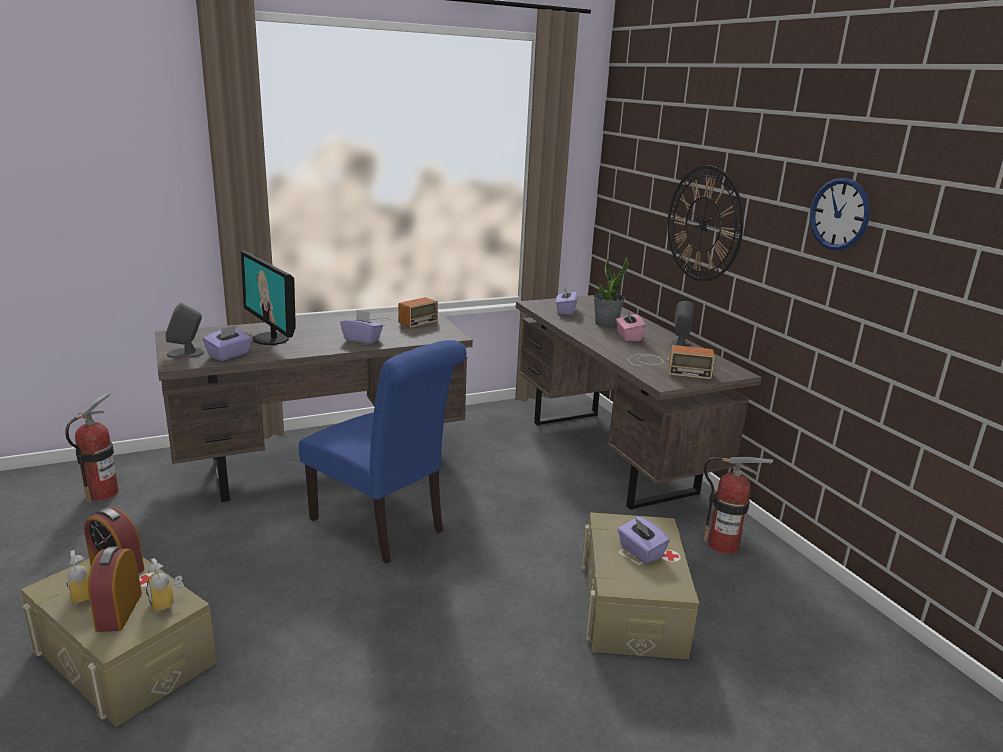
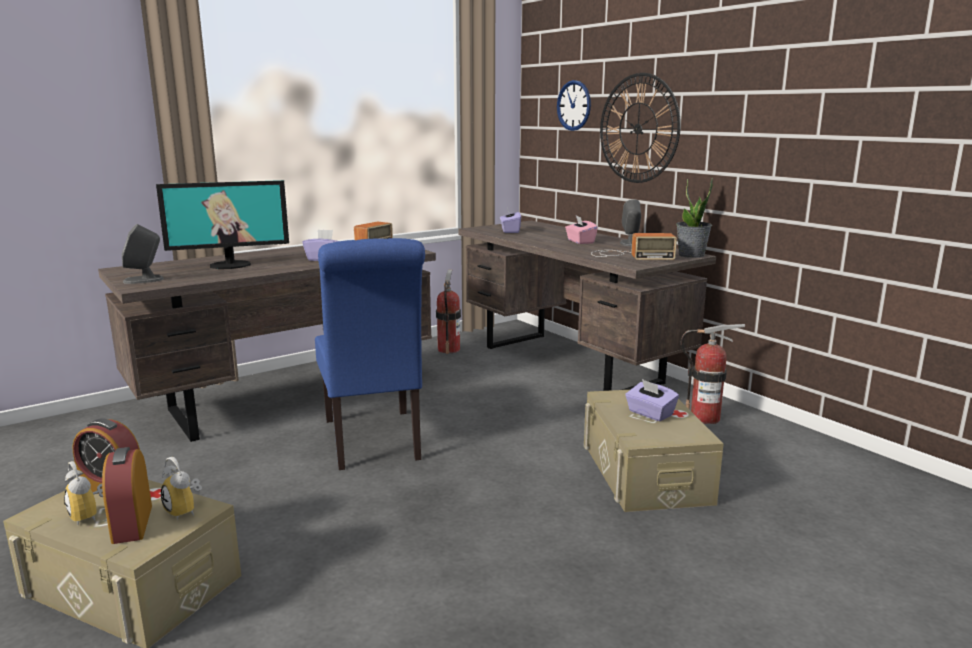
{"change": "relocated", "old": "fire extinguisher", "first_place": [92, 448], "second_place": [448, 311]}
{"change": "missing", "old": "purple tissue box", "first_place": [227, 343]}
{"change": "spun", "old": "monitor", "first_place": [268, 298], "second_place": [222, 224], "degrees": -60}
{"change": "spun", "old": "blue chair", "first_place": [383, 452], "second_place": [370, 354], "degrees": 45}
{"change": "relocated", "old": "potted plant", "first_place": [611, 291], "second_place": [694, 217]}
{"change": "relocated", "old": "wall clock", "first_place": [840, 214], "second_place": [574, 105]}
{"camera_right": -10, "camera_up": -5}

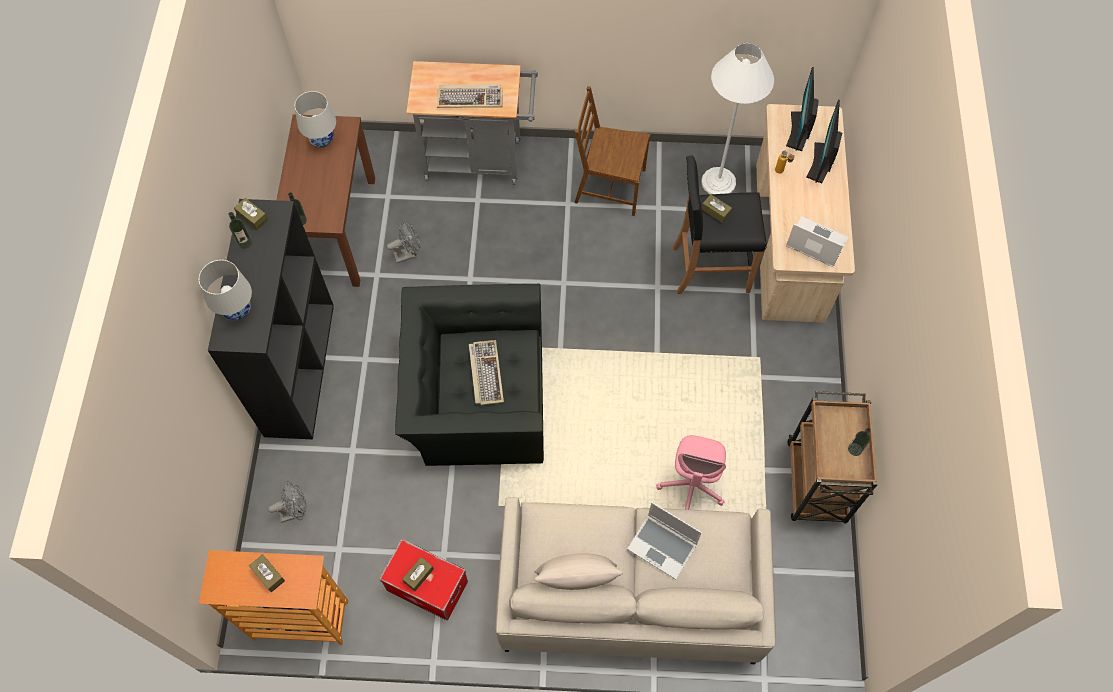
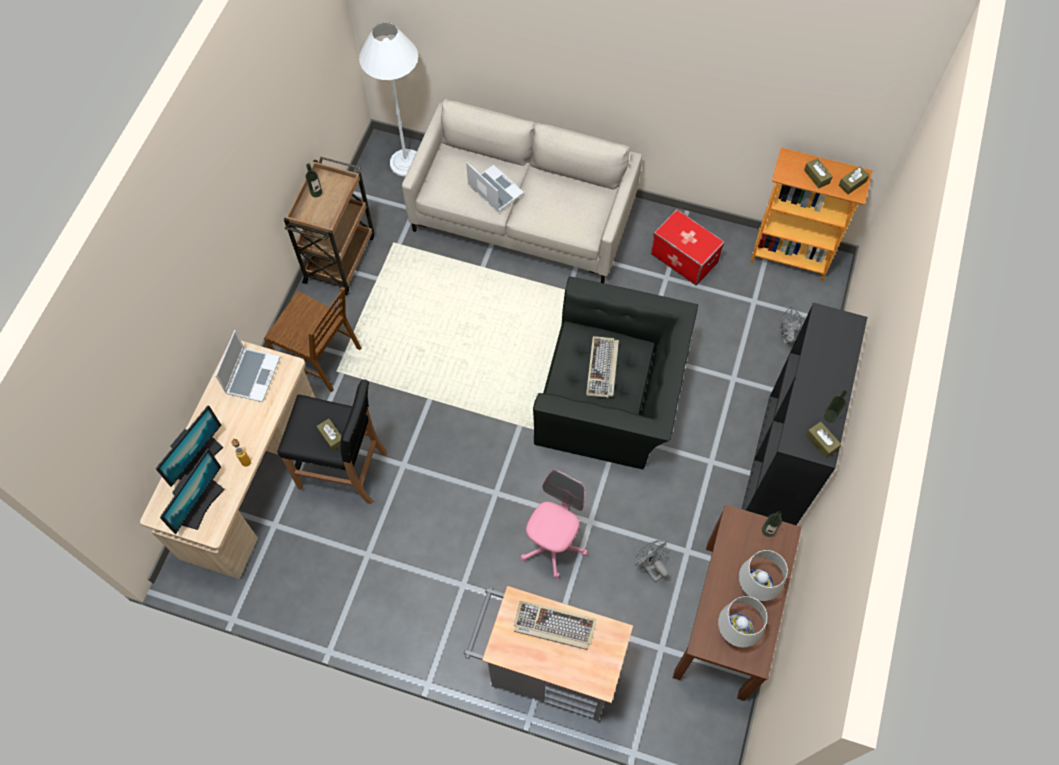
{"change": "relocated", "old": "white table lamp", "first_place": [225, 290], "second_place": [763, 575]}
{"change": "spun", "old": "grey fan", "first_place": [403, 242], "second_place": [651, 561], "degrees": 60}
{"change": "relocated", "old": "brown tissue box", "first_place": [418, 574], "second_place": [854, 180]}
{"change": "missing", "old": "beige pillow", "first_place": [578, 571]}
{"change": "relocated", "old": "brown chair", "first_place": [612, 151], "second_place": [312, 339]}
{"change": "relocated", "old": "pink office chair", "first_place": [691, 472], "second_place": [554, 524]}
{"change": "relocated", "old": "white floor lamp", "first_place": [737, 118], "second_place": [388, 99]}
{"change": "spun", "old": "laptop", "first_place": [817, 241], "second_place": [247, 366], "degrees": -120}
{"camera_right": -165, "camera_up": 0}

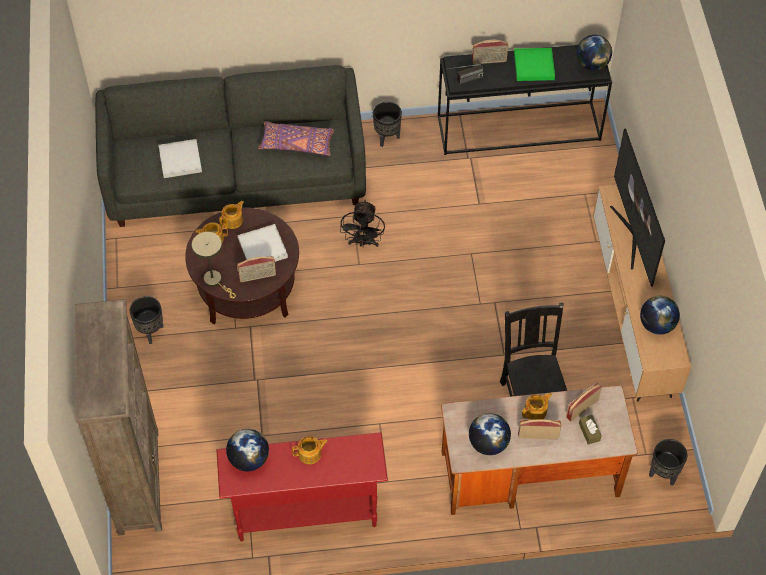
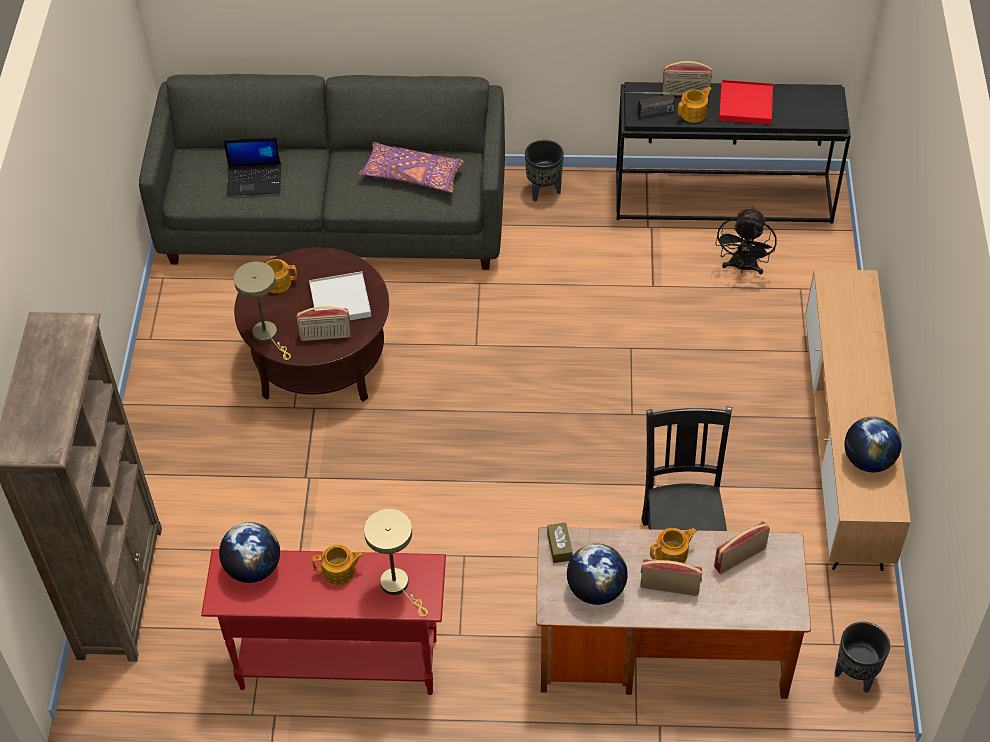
{"change": "missing", "old": "black planter", "first_place": [146, 320]}
{"change": "exchanged", "old": "white tray", "new": "laptop", "first_place": [180, 158], "second_place": [252, 167]}
{"change": "relocated", "old": "teapot", "first_place": [231, 215], "second_place": [695, 105]}
{"change": "relocated", "old": "black fan", "first_place": [362, 223], "second_place": [746, 240]}
{"change": "colour", "old": "green tray", "new": "red tray", "first_place": [534, 64], "second_place": [746, 102]}
{"change": "missing", "old": "globe", "first_place": [594, 53]}
{"change": "relocated", "old": "brown tissue box", "first_place": [590, 429], "second_place": [560, 542]}
{"change": "missing", "old": "television", "first_place": [637, 207]}
{"change": "appeared", "new": "beige table lamp", "second_place": [396, 563]}
{"camera_right": 10, "camera_up": -5}

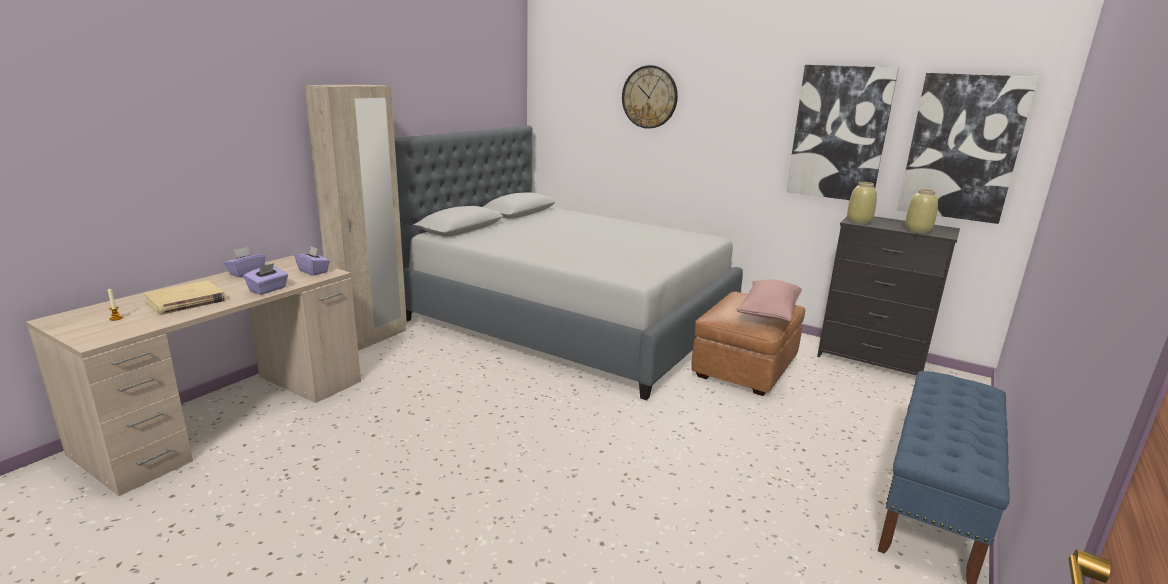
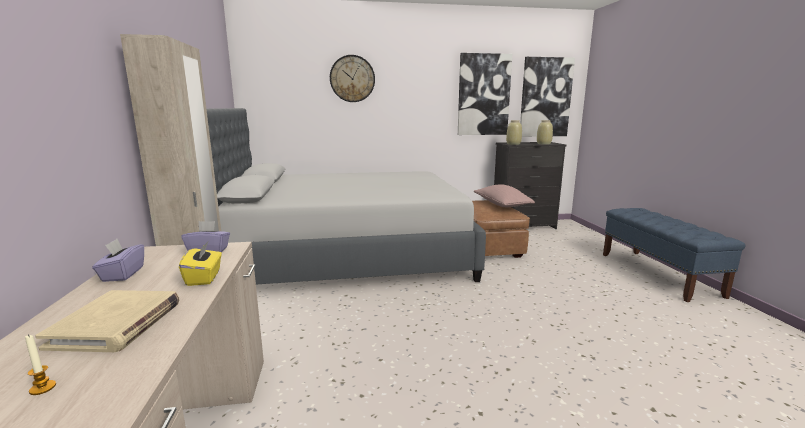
{"change": "colour", "old": "purple tissue box", "new": "yellow tissue box", "first_place": [266, 279], "second_place": [200, 264]}
{"camera_right": -40, "camera_up": -5}

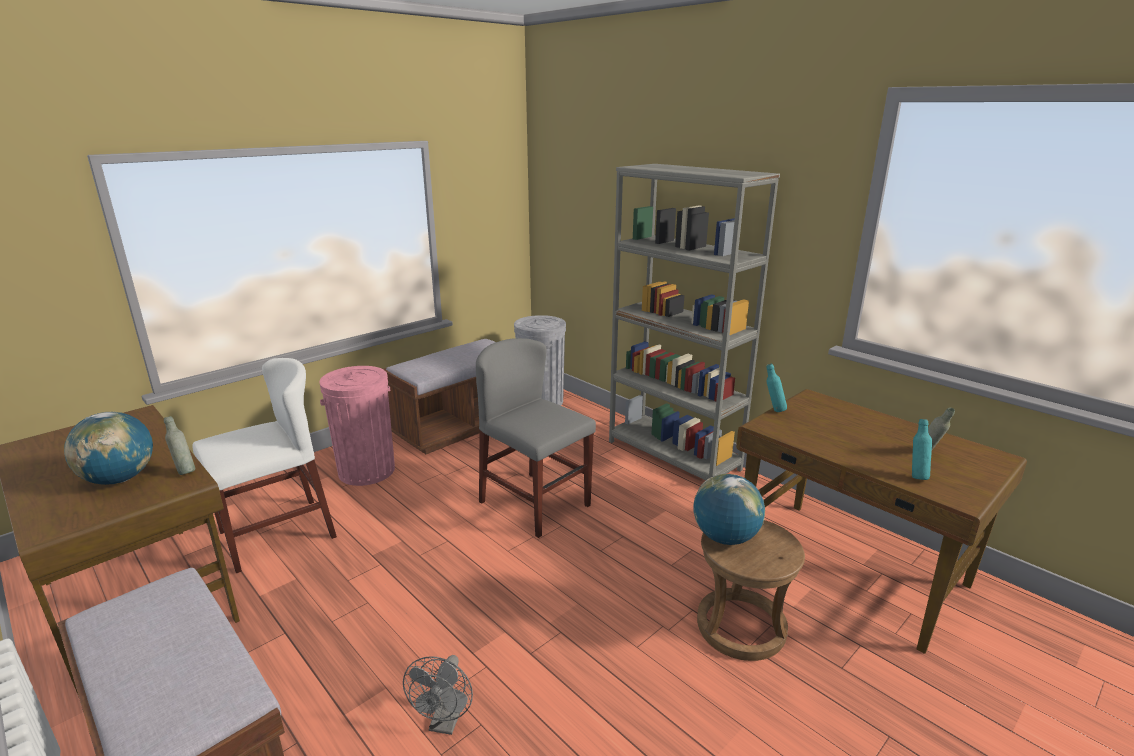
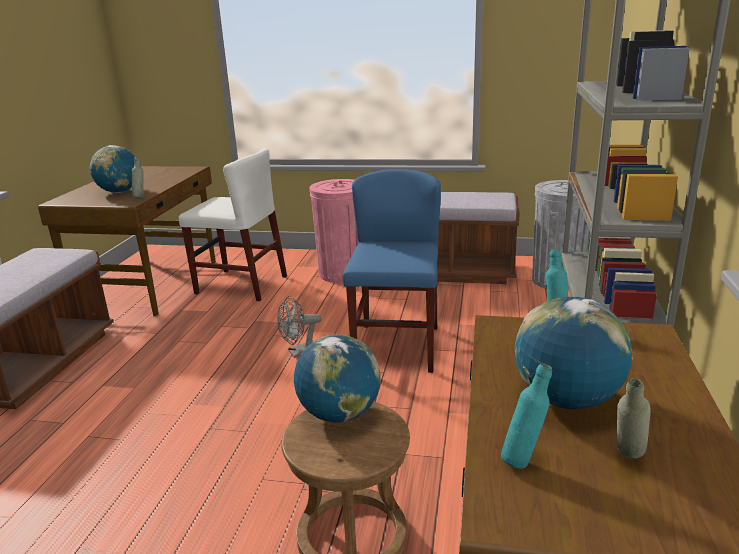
{"change": "relocated", "old": "grey fan", "first_place": [438, 695], "second_place": [299, 327]}
{"change": "colour", "old": "grey chair", "new": "blue chair", "first_place": [536, 438], "second_place": [392, 271]}
{"change": "appeared", "new": "globe", "second_place": [574, 352]}
{"camera_right": 55, "camera_up": 0}

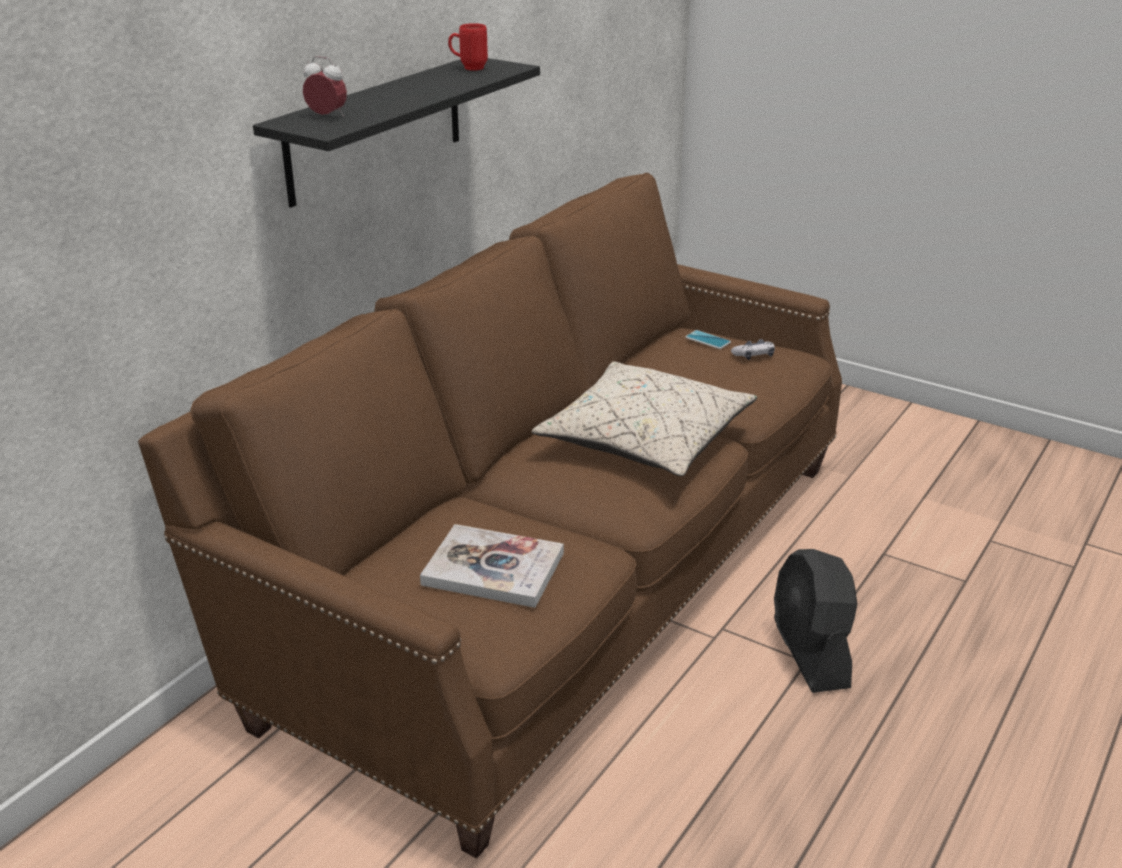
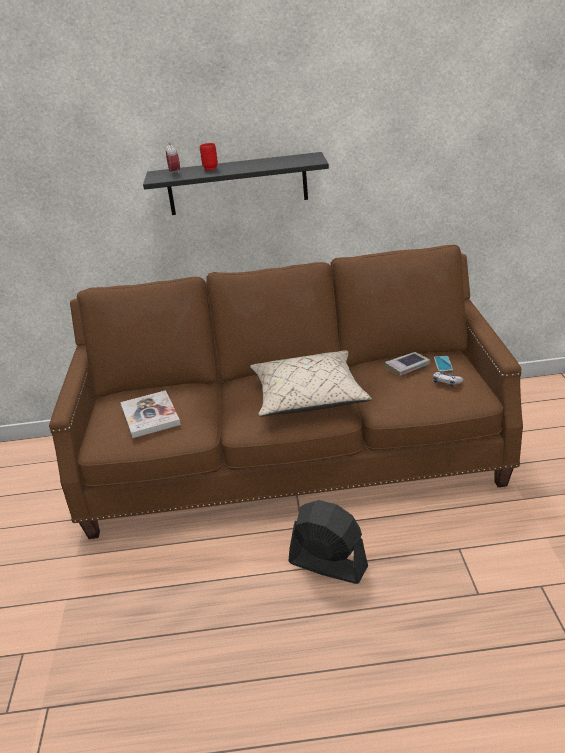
{"change": "relocated", "old": "red mug", "first_place": [468, 46], "second_place": [209, 156]}
{"change": "spun", "old": "black fan", "first_place": [815, 621], "second_place": [328, 542], "degrees": 75}
{"change": "appeared", "new": "book", "second_place": [407, 364]}
{"camera_right": 55, "camera_up": 0}

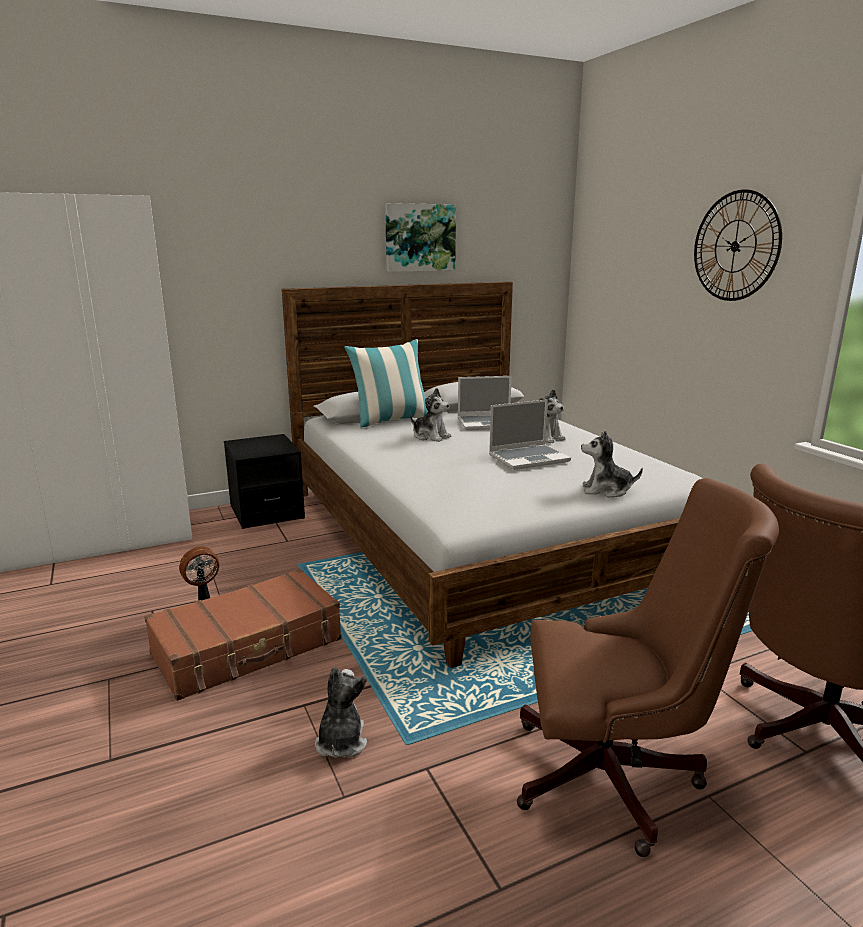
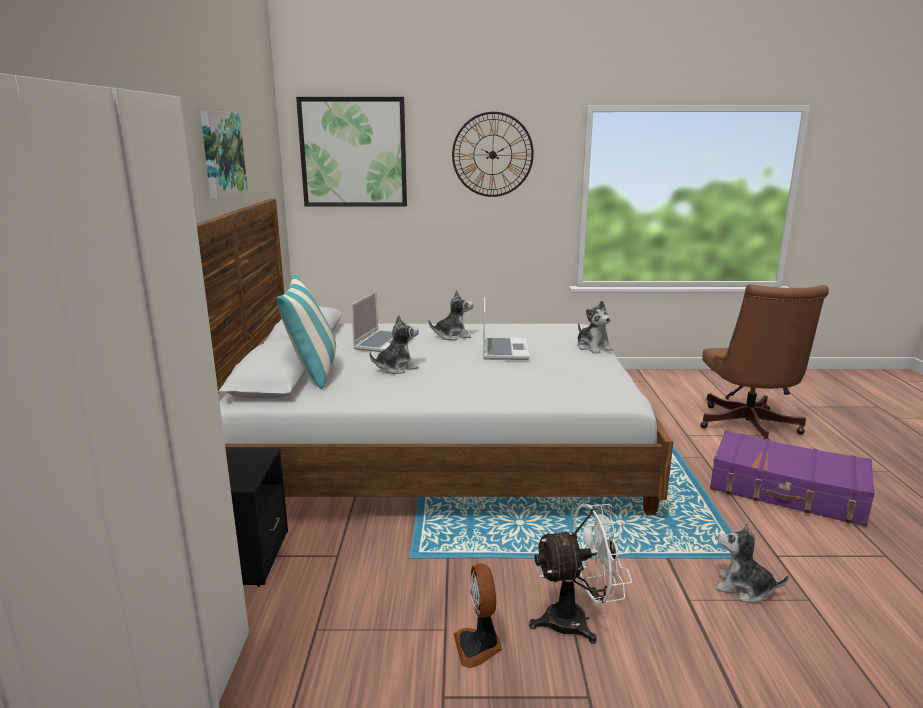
{"change": "exchanged", "old": "brown suitcase", "new": "white fan", "first_place": [243, 635], "second_place": [580, 573]}
{"change": "exchanged", "old": "brown office chair", "new": "purple suitcase", "first_place": [648, 667], "second_place": [792, 478]}
{"change": "spun", "old": "plush toy", "first_place": [612, 464], "second_place": [595, 327], "degrees": -60}
{"change": "appeared", "new": "picture", "second_place": [351, 151]}
{"camera_right": -65, "camera_up": 0}

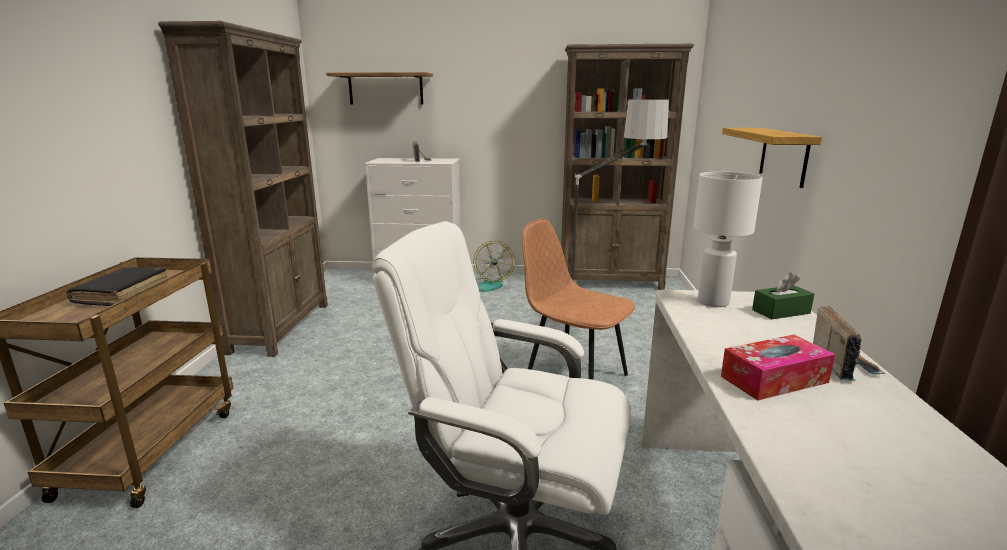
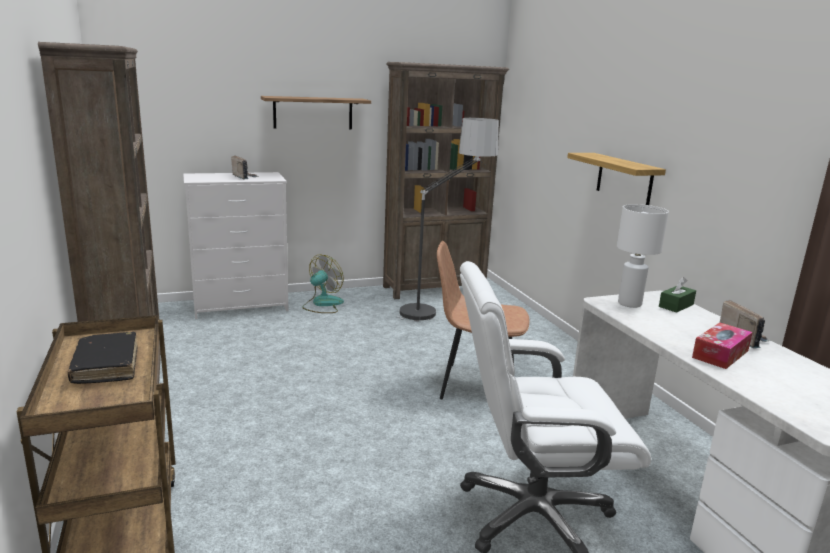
{"change": "relocated", "old": "shelf", "first_place": [379, 88], "second_place": [316, 112]}
{"change": "spun", "old": "fan", "first_place": [494, 266], "second_place": [323, 283], "degrees": -120}
{"camera_right": -25, "camera_up": 0}

